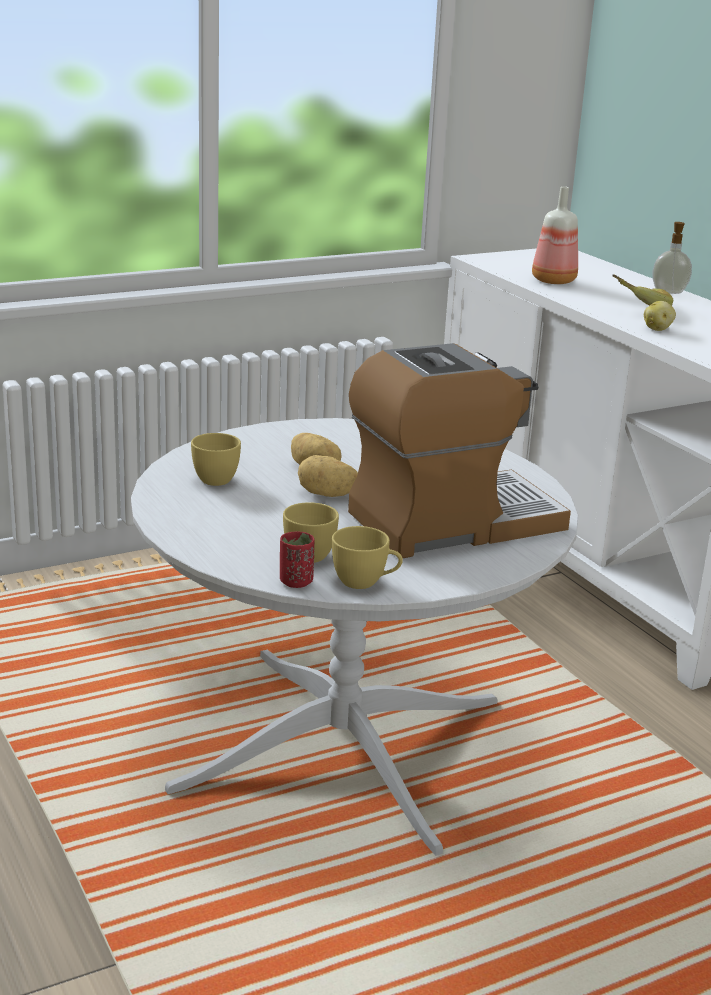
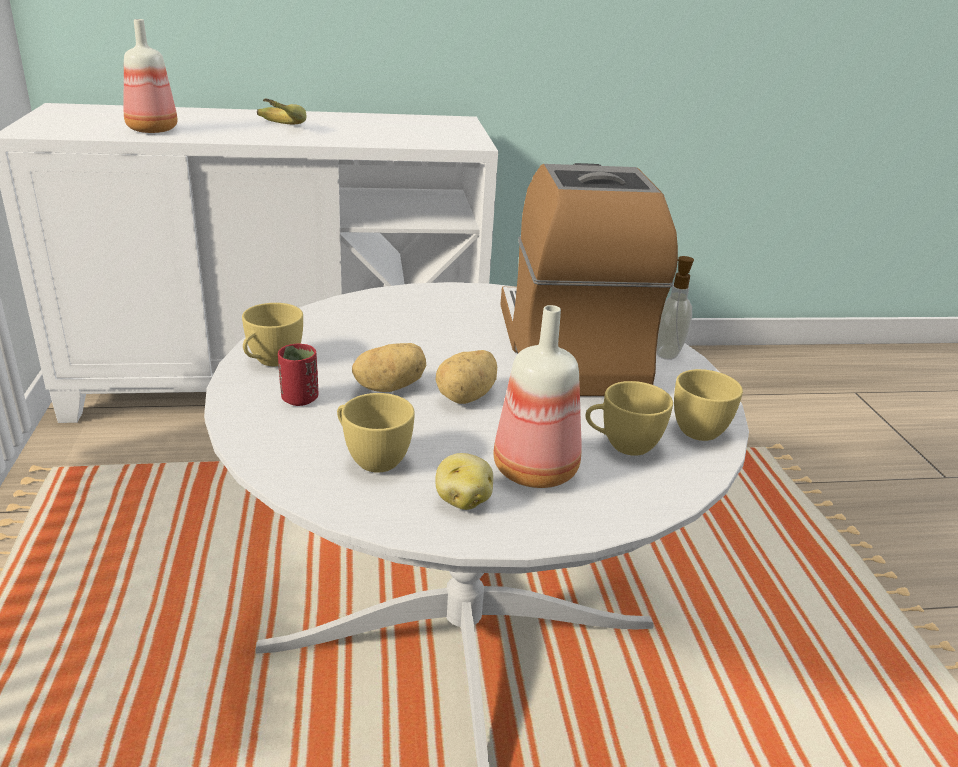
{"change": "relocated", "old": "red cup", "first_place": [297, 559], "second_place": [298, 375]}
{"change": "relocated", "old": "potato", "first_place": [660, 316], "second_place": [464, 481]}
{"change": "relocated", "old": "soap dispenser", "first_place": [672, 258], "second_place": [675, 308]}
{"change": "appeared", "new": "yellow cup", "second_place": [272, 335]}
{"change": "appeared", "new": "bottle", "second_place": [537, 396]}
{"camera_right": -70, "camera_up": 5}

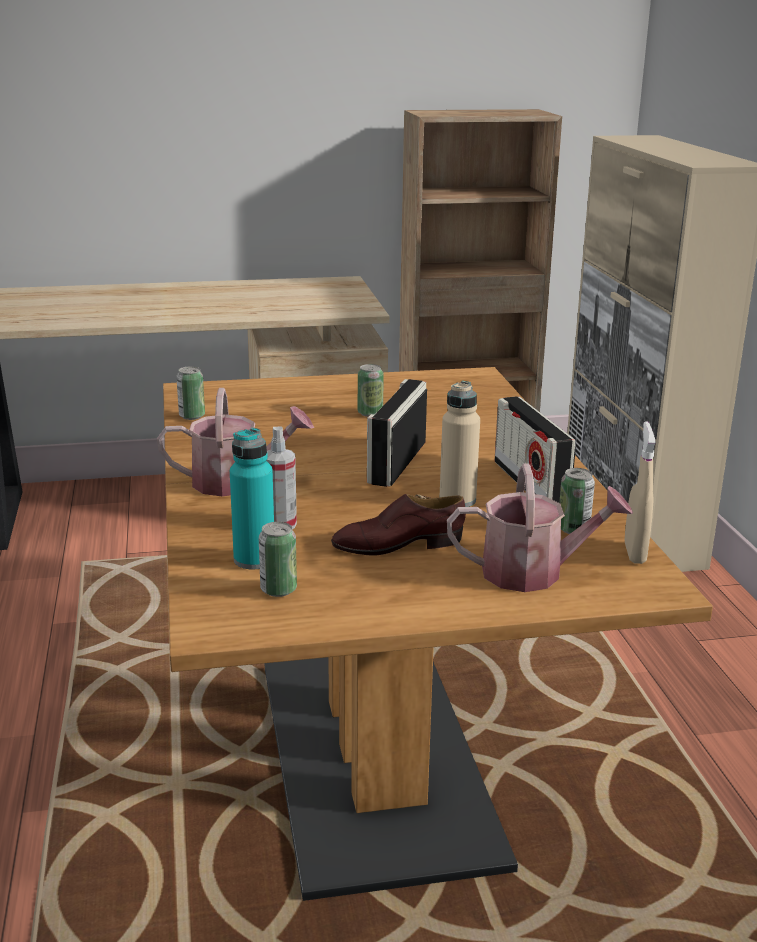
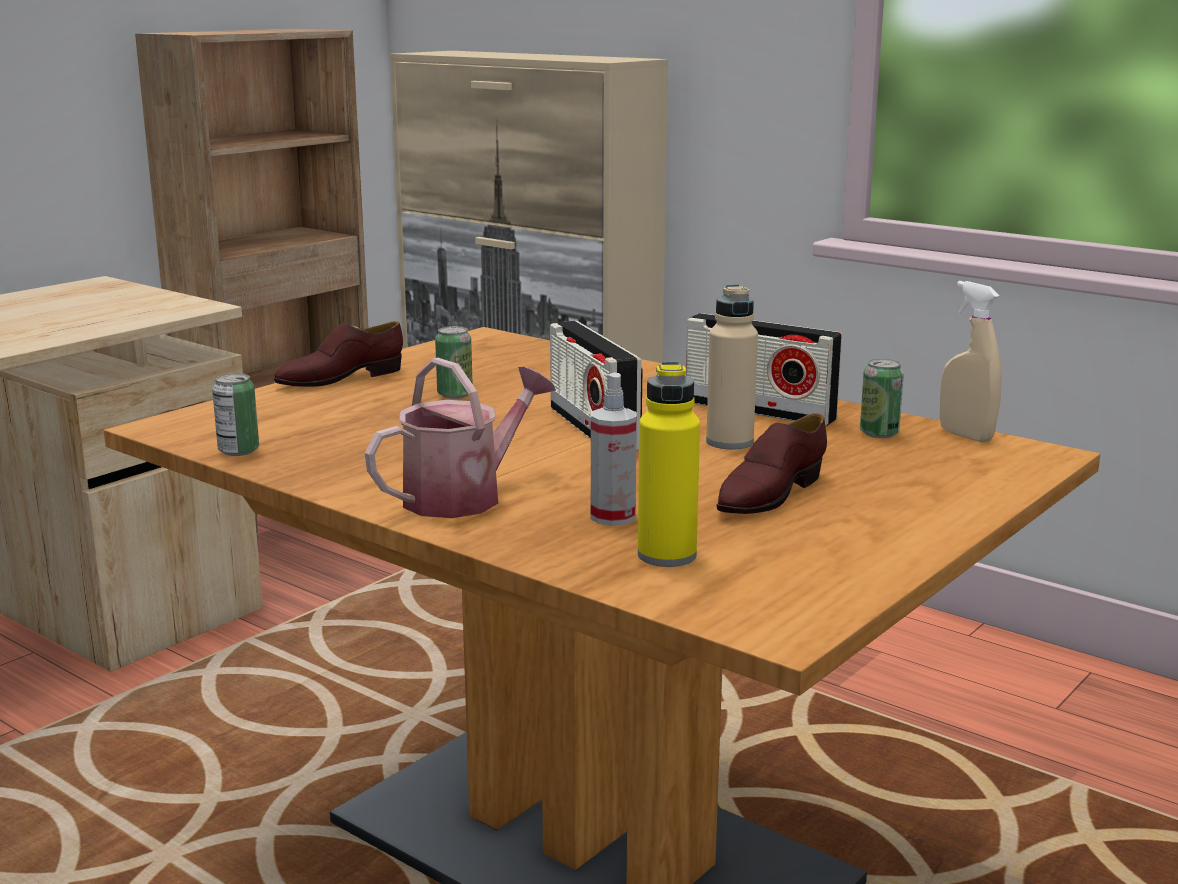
{"change": "colour", "old": "turquoise bottle", "new": "yellow bottle", "first_place": [252, 498], "second_place": [669, 464]}
{"change": "missing", "old": "can", "first_place": [278, 559]}
{"change": "missing", "old": "watering can", "first_place": [540, 527]}
{"change": "appeared", "new": "brown shoe", "second_place": [338, 354]}
{"camera_right": -40, "camera_up": -5}

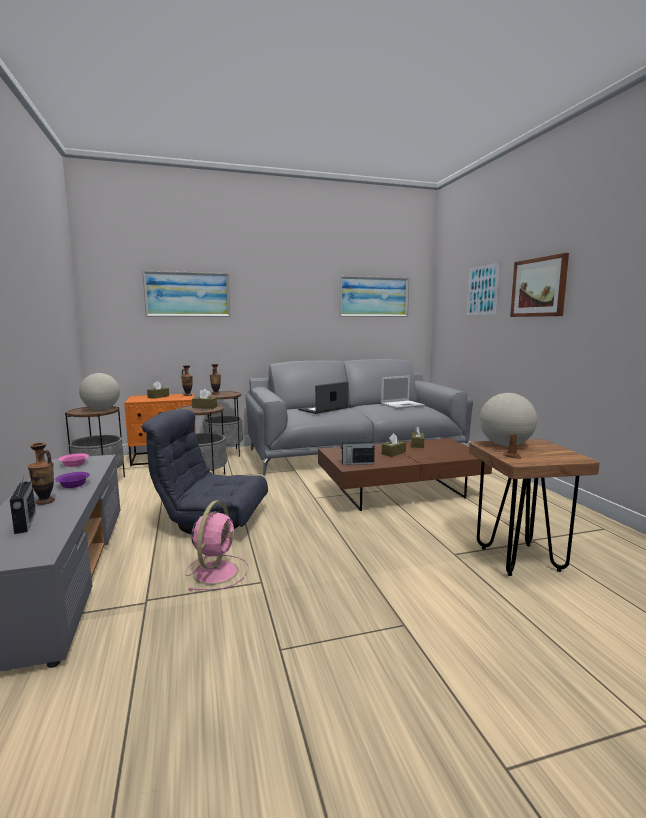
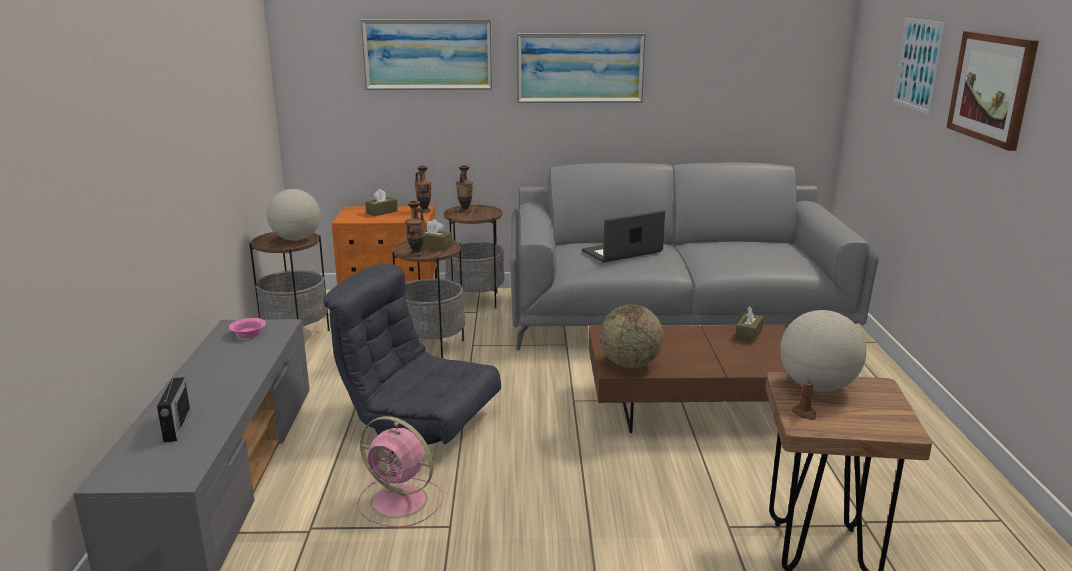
{"change": "relocated", "old": "vase", "first_place": [41, 473], "second_place": [415, 229]}
{"change": "missing", "old": "purple bowl", "first_place": [72, 480]}
{"change": "spun", "old": "pink fan", "first_place": [217, 545], "second_place": [400, 471], "degrees": 90}
{"change": "relocated", "old": "picture", "first_place": [374, 296], "second_place": [581, 68]}
{"change": "exchanged", "old": "radio", "new": "globe", "first_place": [358, 451], "second_place": [632, 336]}
{"change": "missing", "old": "laptop", "first_place": [403, 392]}
{"change": "missing", "old": "brown tissue box", "first_place": [394, 445]}
{"camera_right": 15, "camera_up": 10}

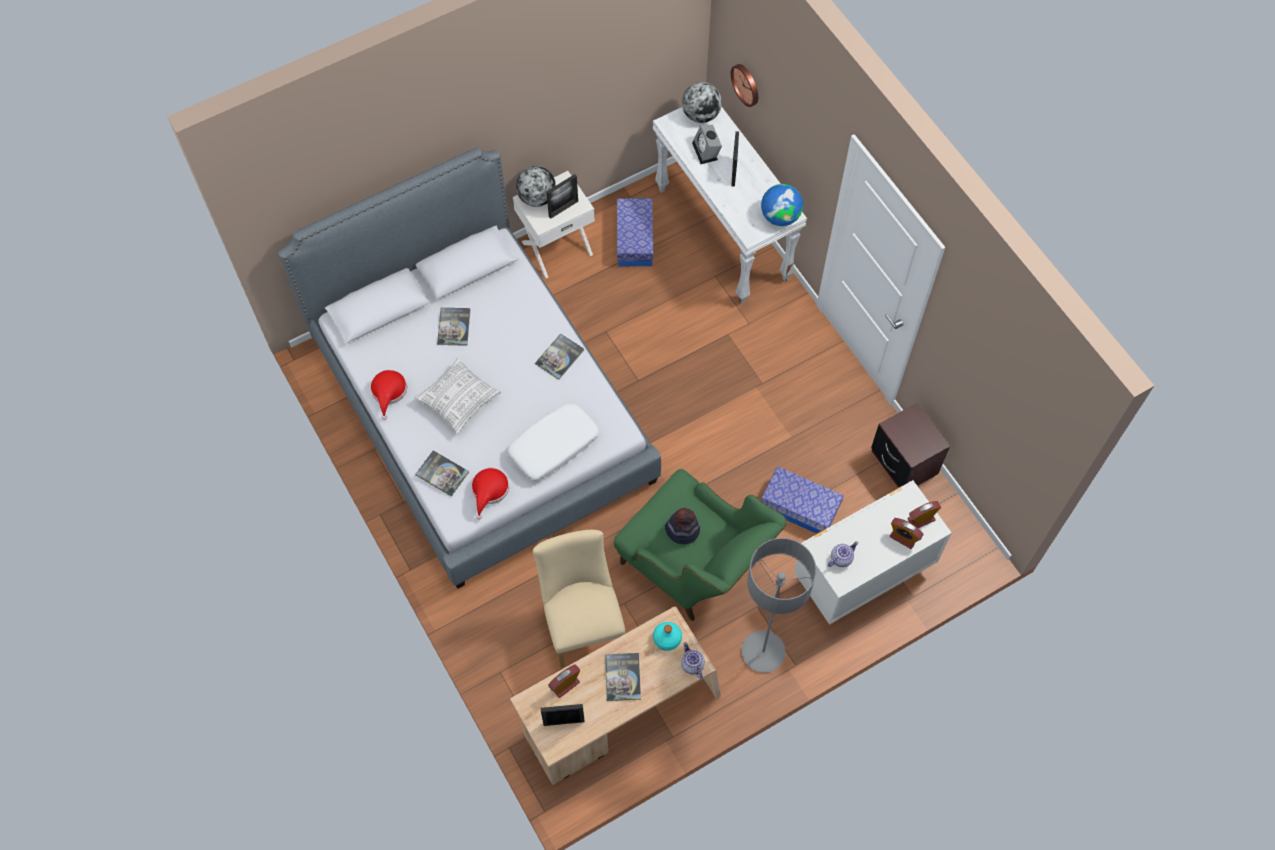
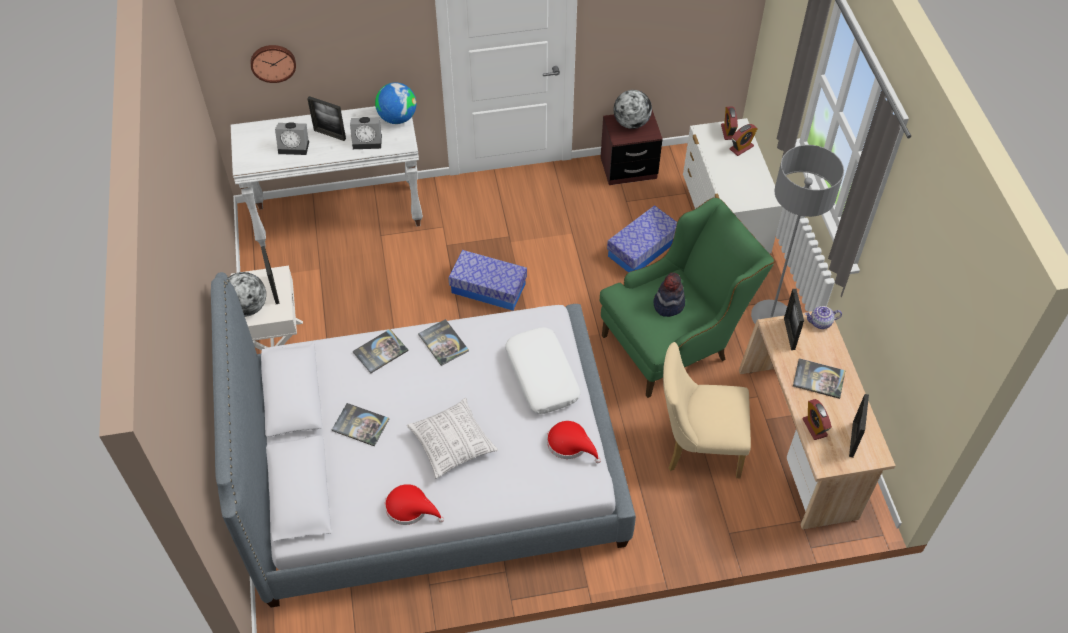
{"change": "relocated", "old": "book", "first_place": [442, 473], "second_place": [380, 351]}
{"change": "relocated", "old": "storage box", "first_place": [635, 232], "second_place": [487, 280]}
{"change": "exchanged", "old": "turquoise bottle", "new": "picture frame", "first_place": [667, 636], "second_place": [794, 319]}
{"change": "relocated", "old": "globe", "first_place": [702, 102], "second_place": [633, 109]}
{"change": "missing", "old": "teapot", "first_place": [843, 554]}
{"change": "appeared", "new": "alarm clock", "second_place": [366, 133]}
{"camera_right": -70, "camera_up": -10}

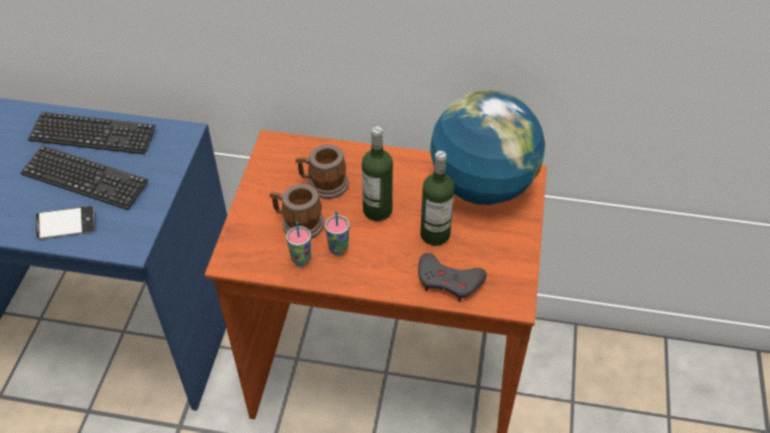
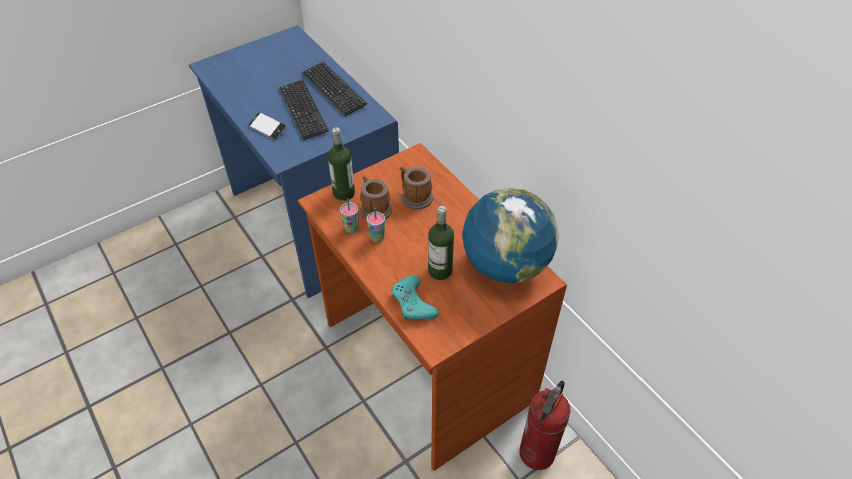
{"change": "relocated", "old": "bottle", "first_place": [377, 173], "second_place": [341, 164]}
{"change": "colour", "old": "grey game controller", "new": "turquoise game controller", "first_place": [452, 277], "second_place": [415, 297]}
{"change": "appeared", "new": "fire extinguisher", "second_place": [545, 425]}
{"camera_right": 45, "camera_up": 0}

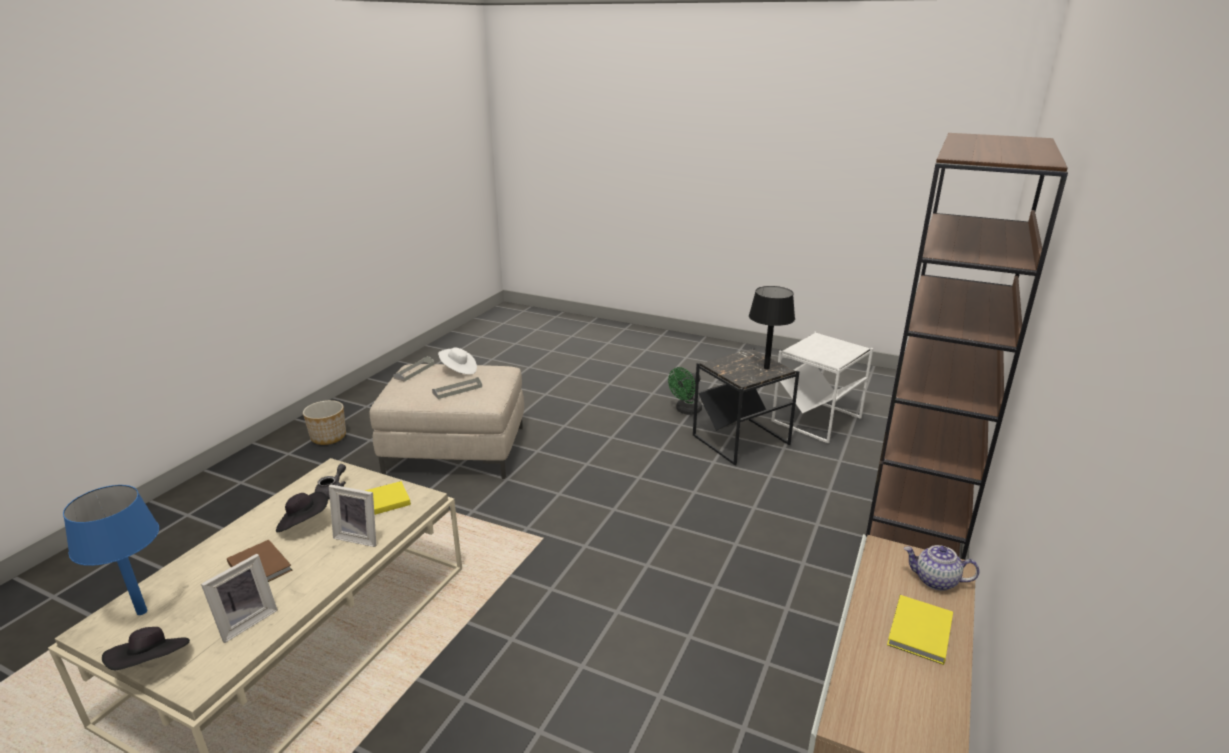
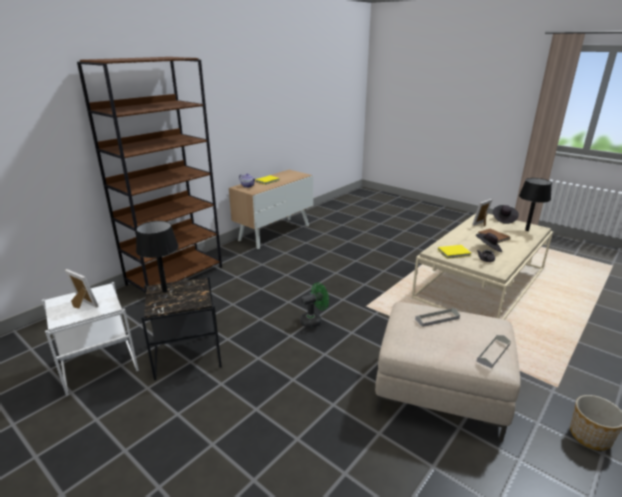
{"change": "colour", "old": "blue table lamp", "new": "black table lamp", "first_place": [111, 550], "second_place": [535, 204]}
{"change": "relocated", "old": "picture frame", "first_place": [352, 516], "second_place": [81, 289]}
{"change": "missing", "old": "white hat", "first_place": [457, 361]}
{"change": "relocated", "old": "green fan", "first_place": [685, 391], "second_place": [314, 305]}
{"camera_right": -165, "camera_up": 0}

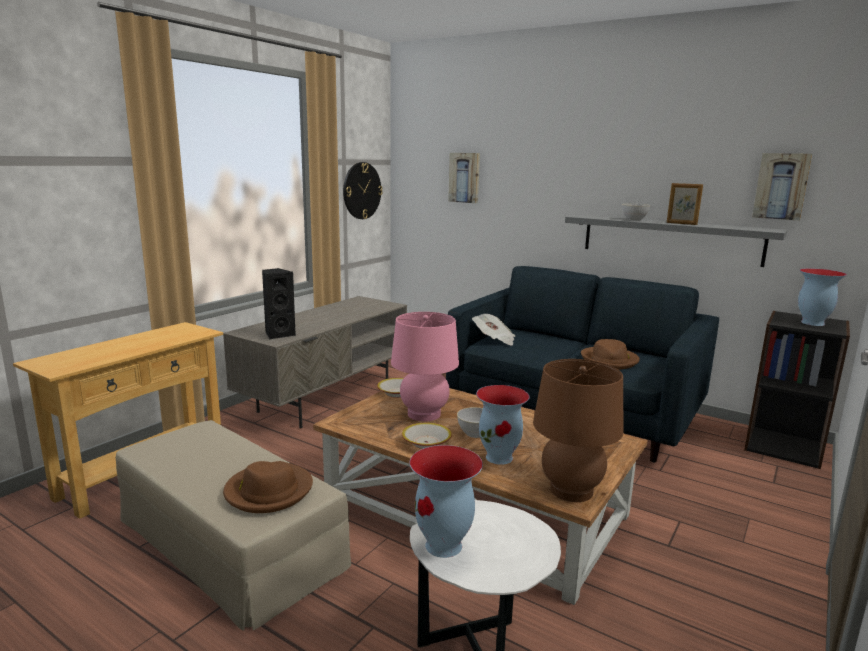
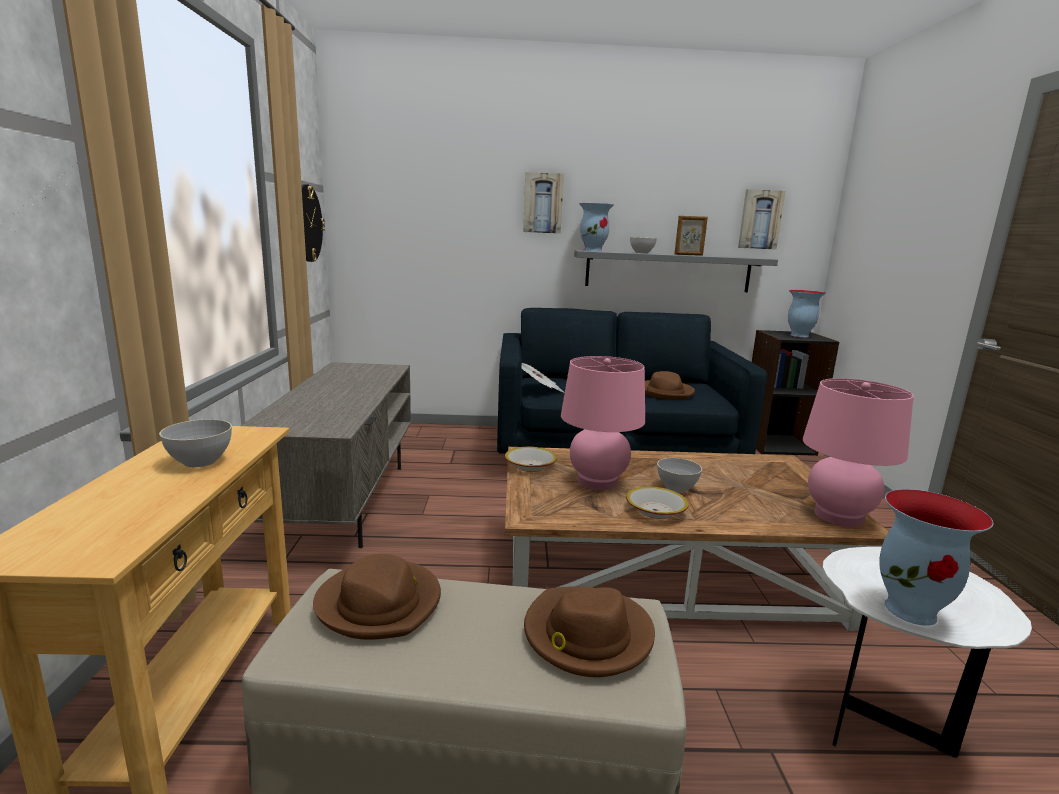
{"change": "missing", "old": "black speaker", "first_place": [279, 303]}
{"change": "relocated", "old": "picture", "first_place": [464, 178], "second_place": [543, 203]}
{"change": "relocated", "old": "vase", "first_place": [503, 425], "second_place": [596, 227]}
{"change": "colour", "old": "brown table lamp", "new": "pink table lamp", "first_place": [578, 430], "second_place": [858, 452]}
{"change": "appeared", "new": "grey bowl", "second_place": [195, 443]}
{"change": "appeared", "new": "brown hat", "second_place": [377, 597]}
{"camera_right": -35, "camera_up": 0}

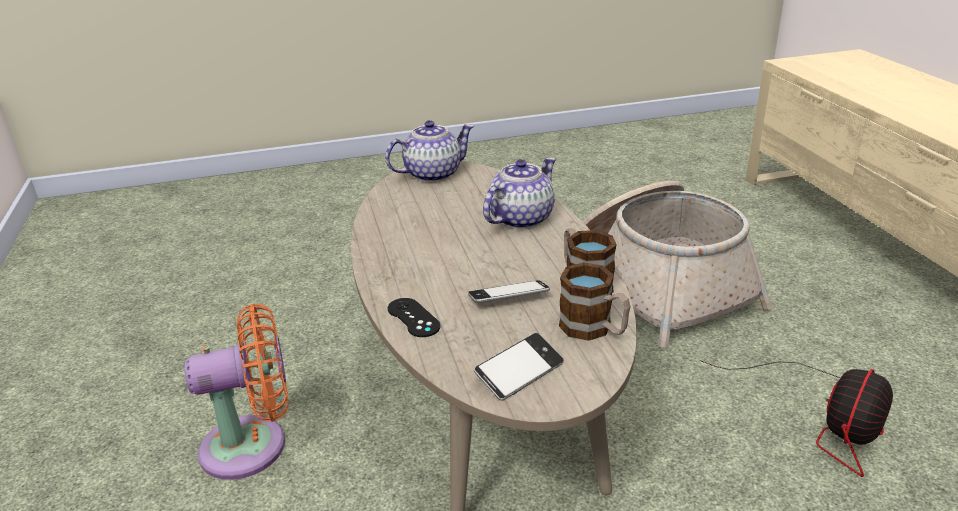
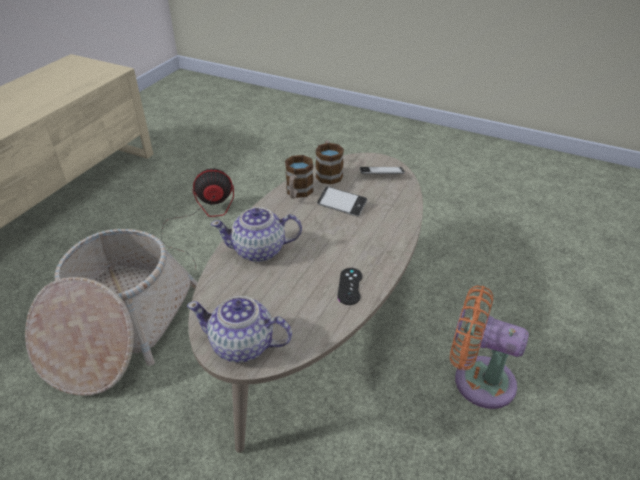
{"change": "relocated", "old": "black game controller", "first_place": [414, 317], "second_place": [349, 286]}
{"camera_right": -140, "camera_up": 10}

